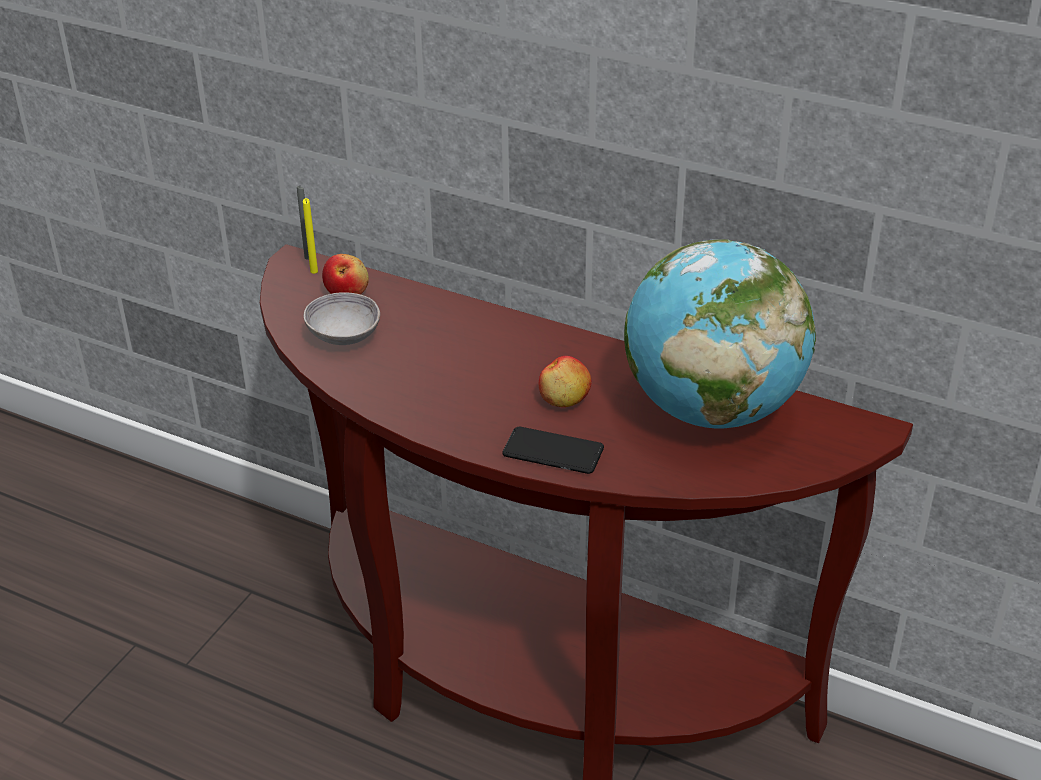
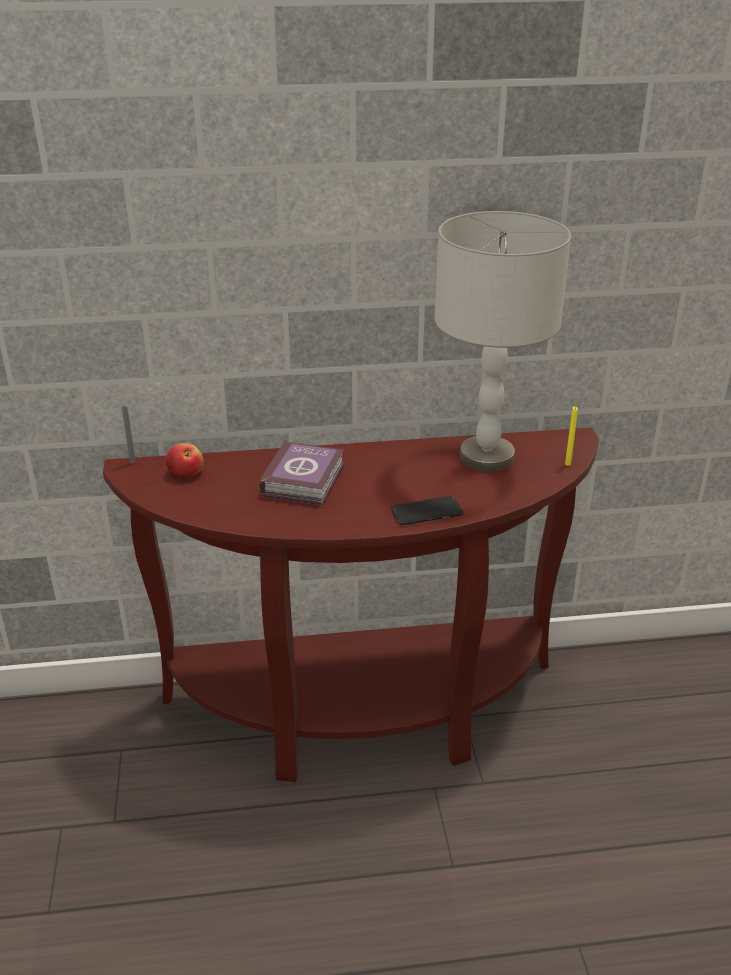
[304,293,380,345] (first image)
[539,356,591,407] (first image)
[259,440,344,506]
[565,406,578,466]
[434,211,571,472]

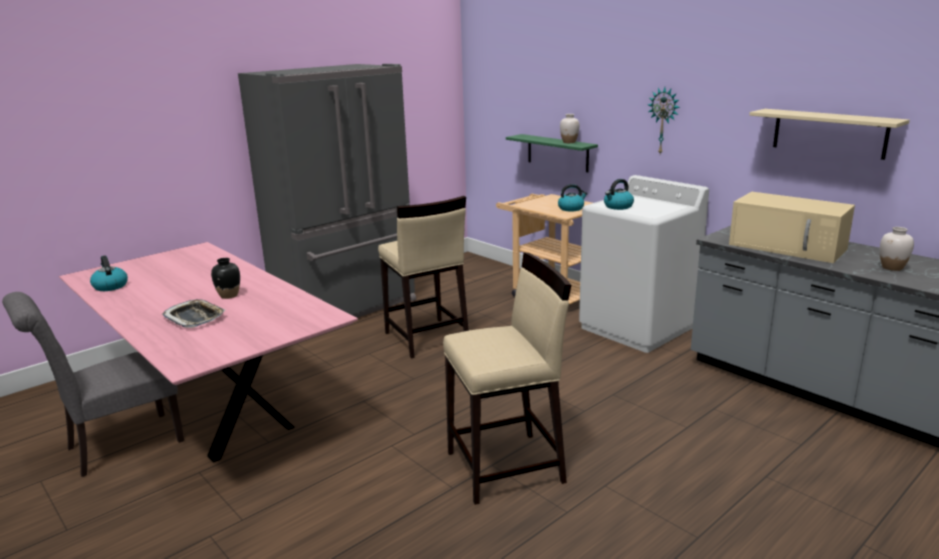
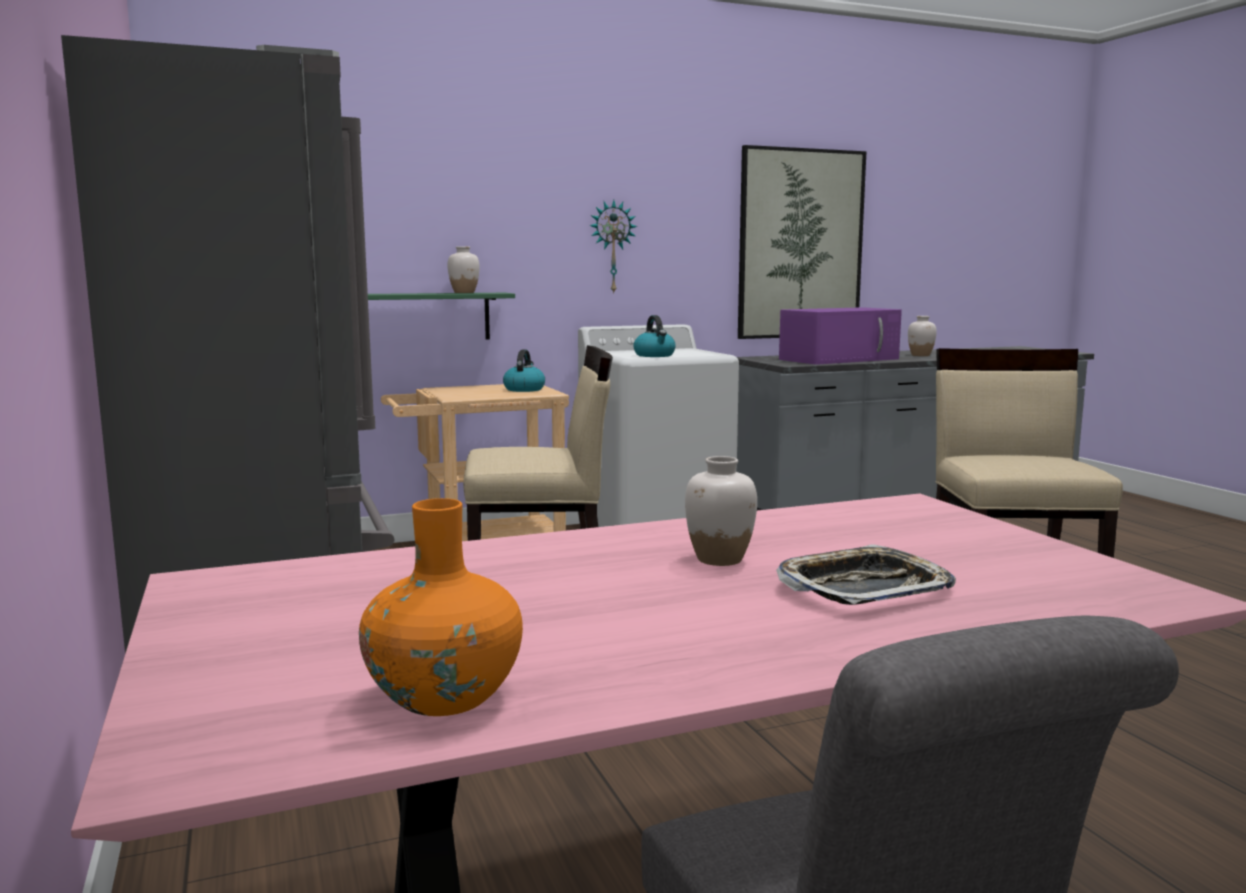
[359,498,523,716]
[738,145,866,339]
[685,456,757,566]
[779,307,902,365]

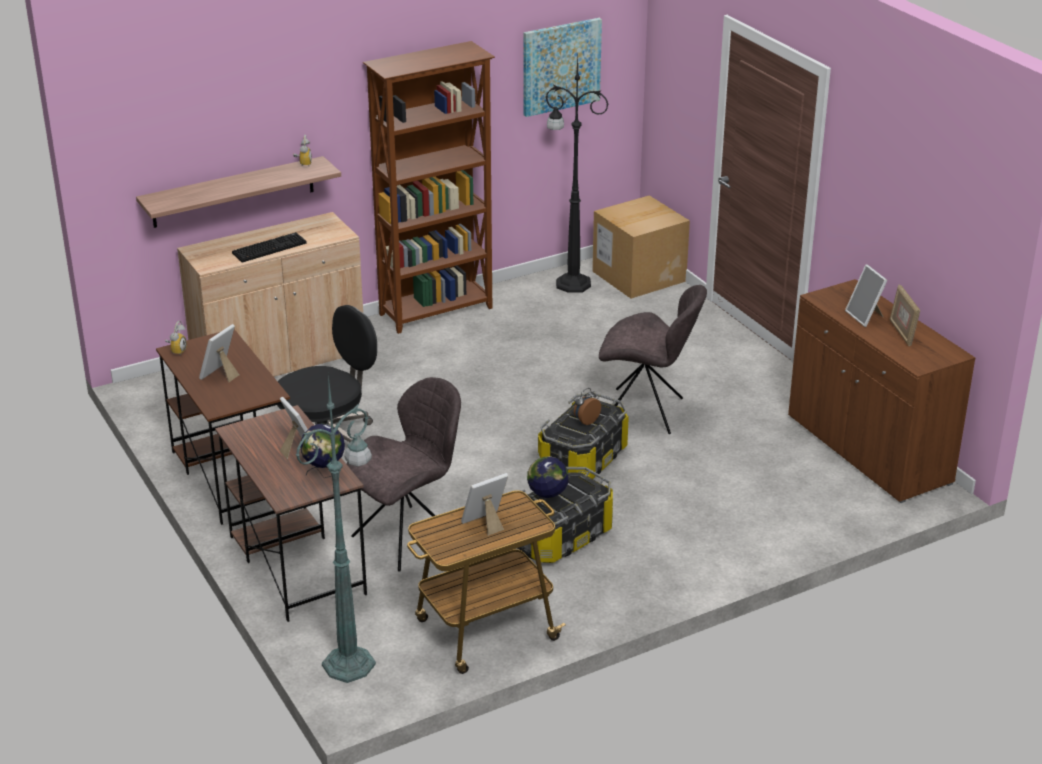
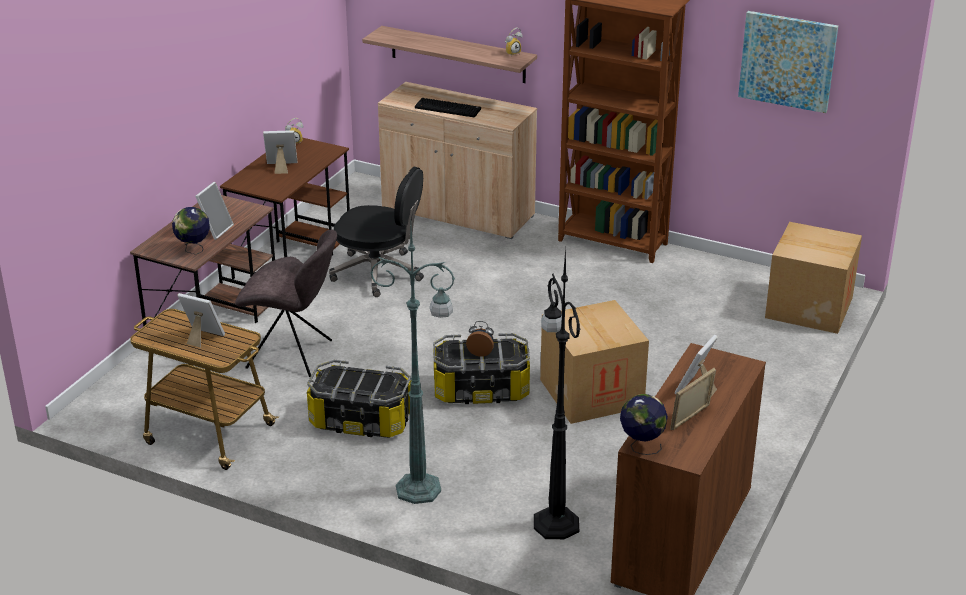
[370,226,455,504]
[620,394,668,455]
[534,248,580,539]
[540,300,649,424]

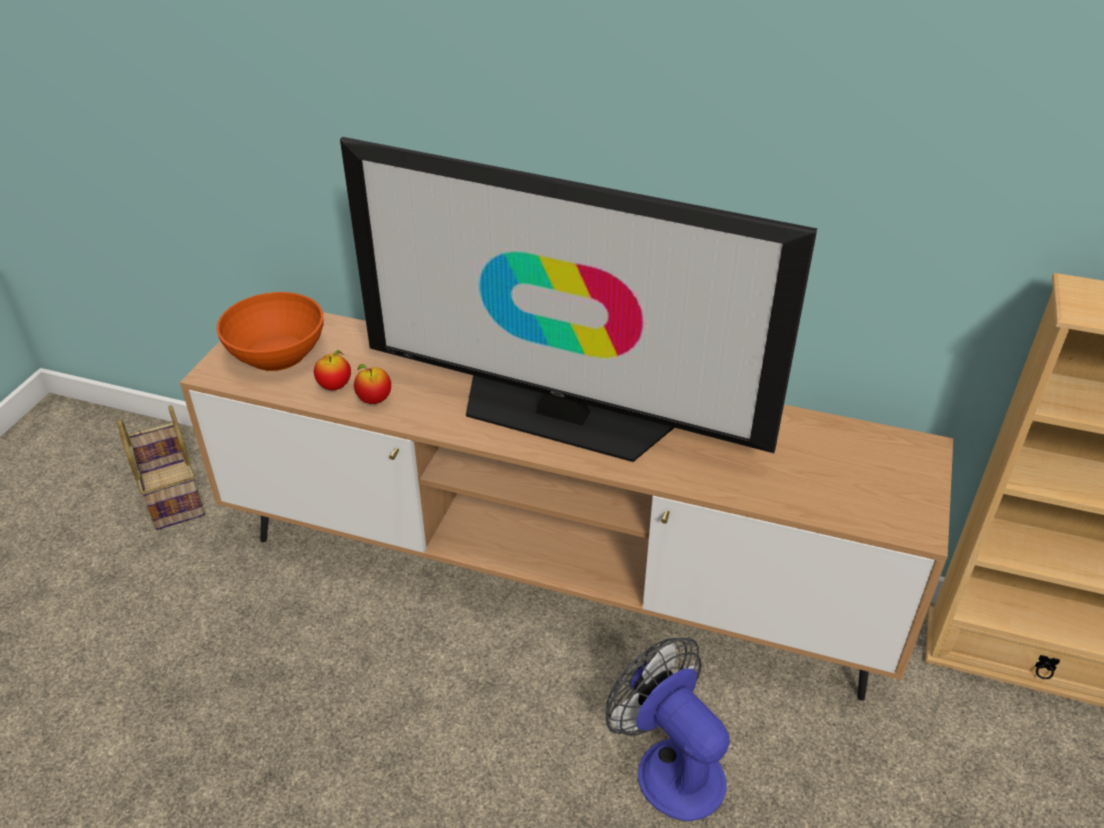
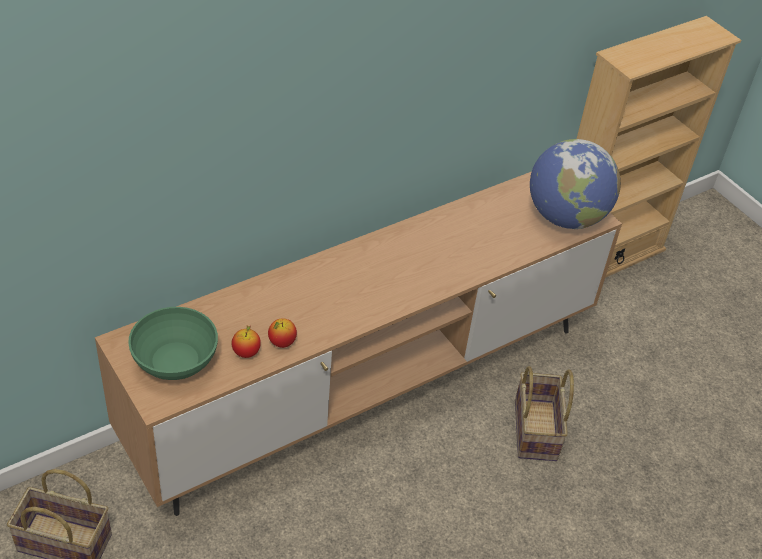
[340,137,817,462] (first image)
[530,139,621,229]
[515,366,574,461]
[128,307,218,380]

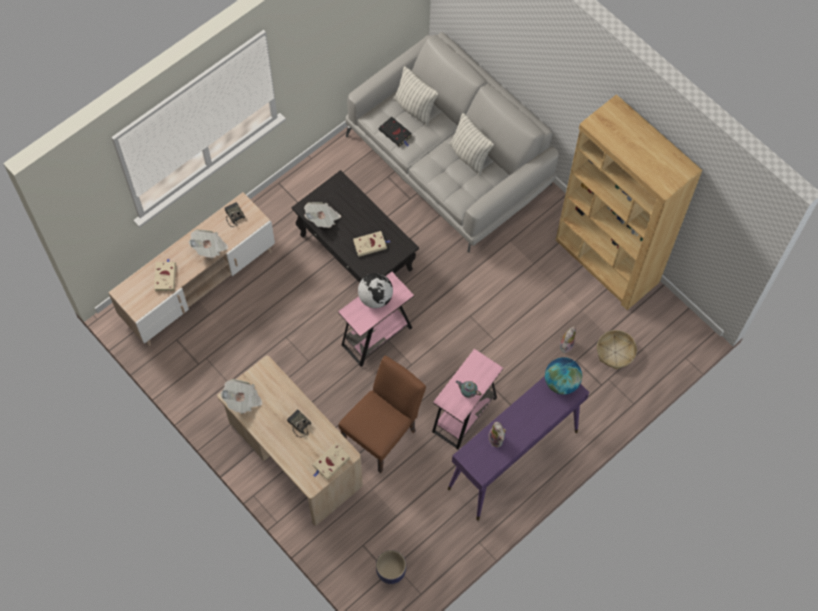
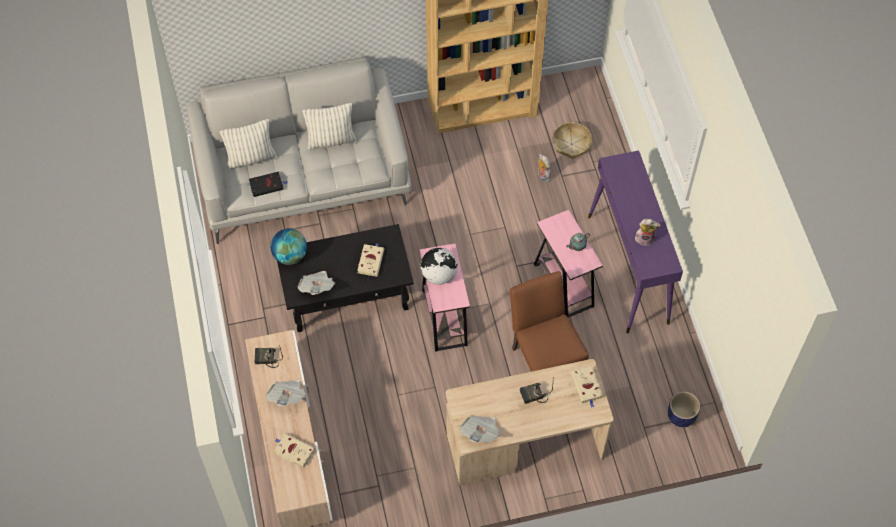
[271,228,307,265]

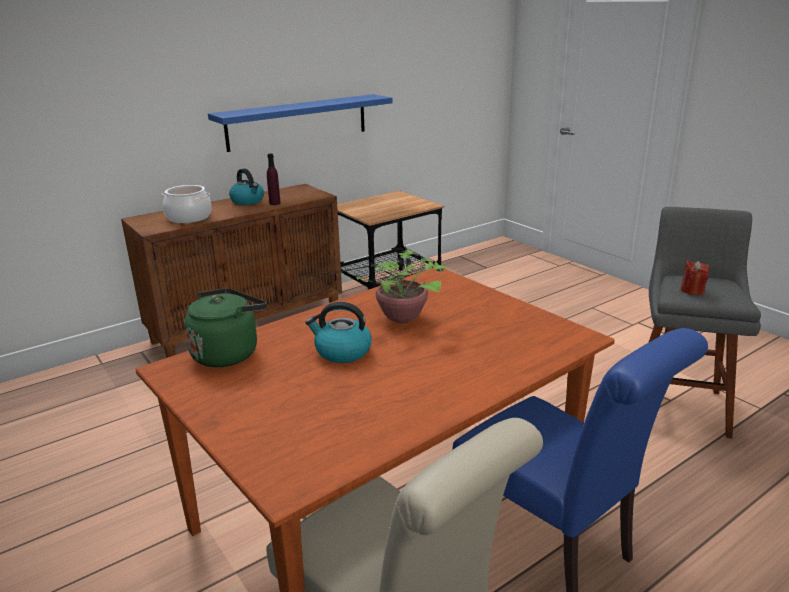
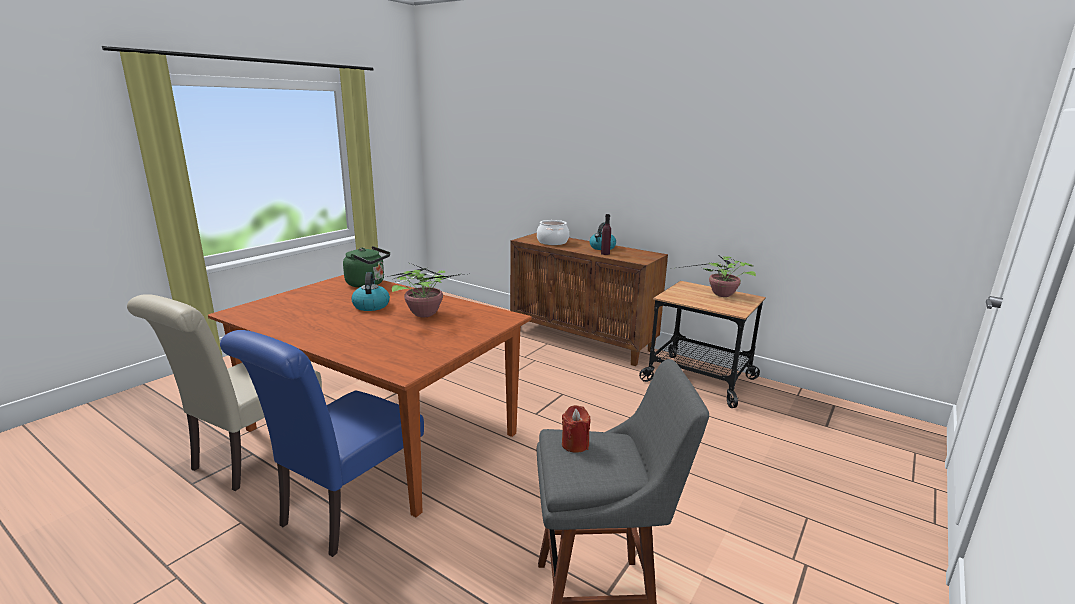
[208,94,393,152] (first image)
[671,256,756,297]

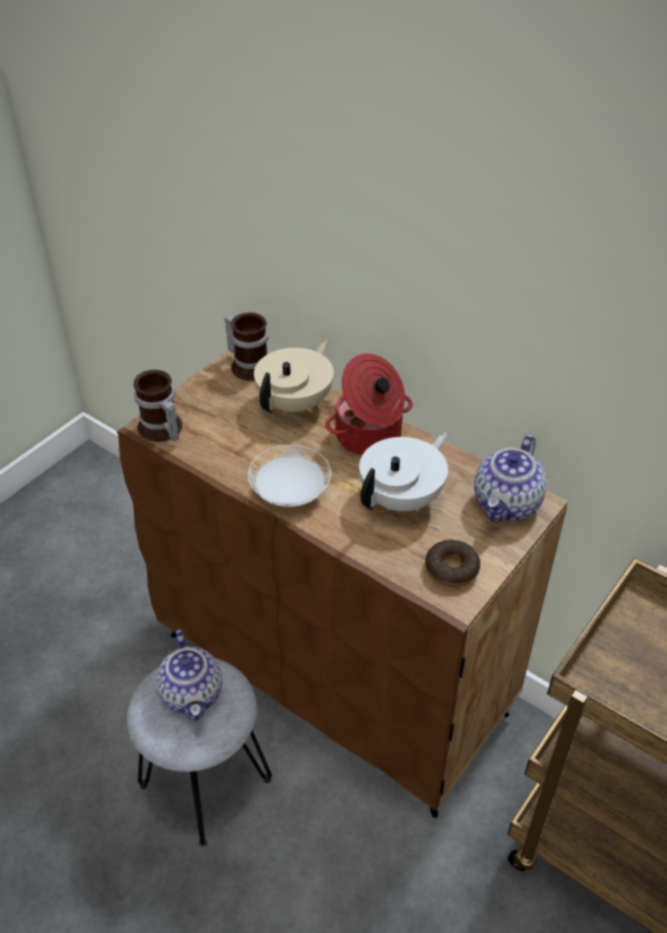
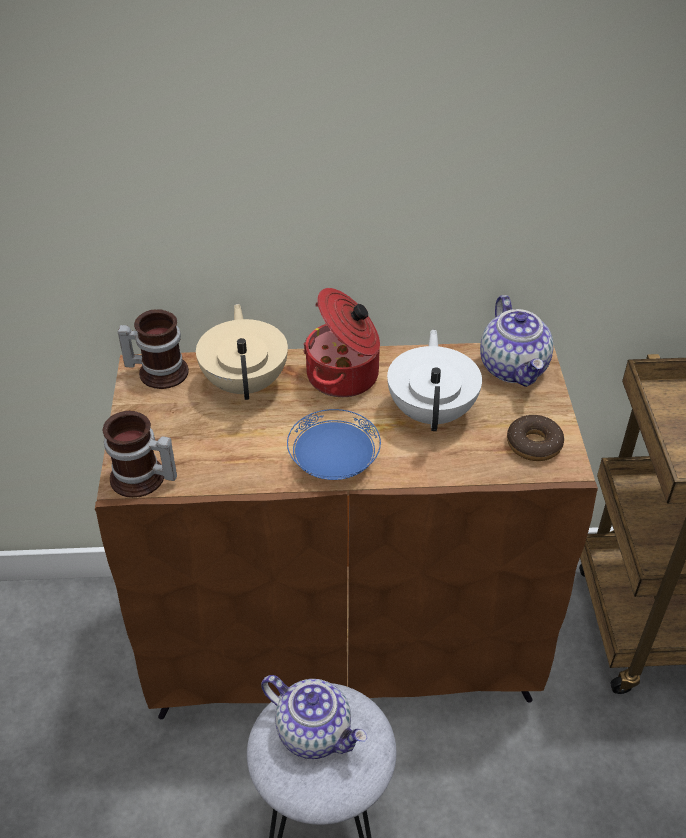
[287,409,381,480]

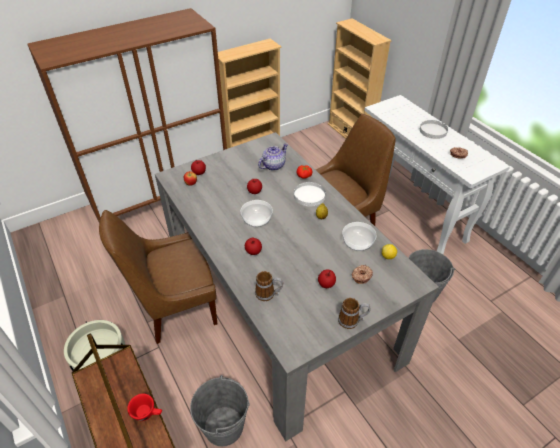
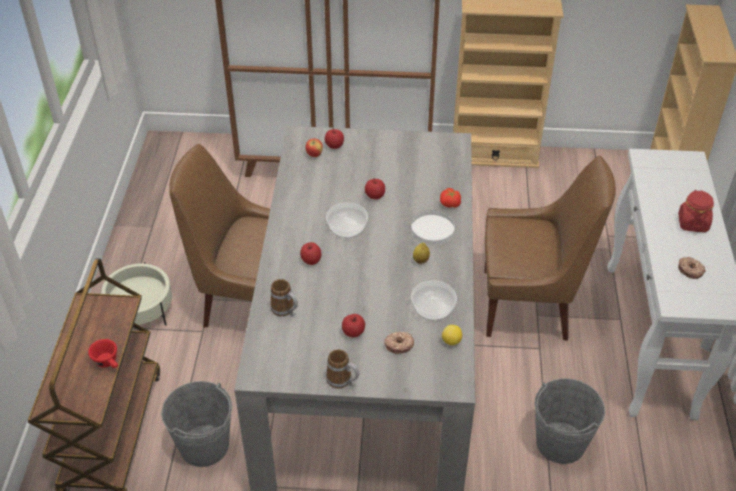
[258,143,288,171] (first image)
[678,190,714,232]

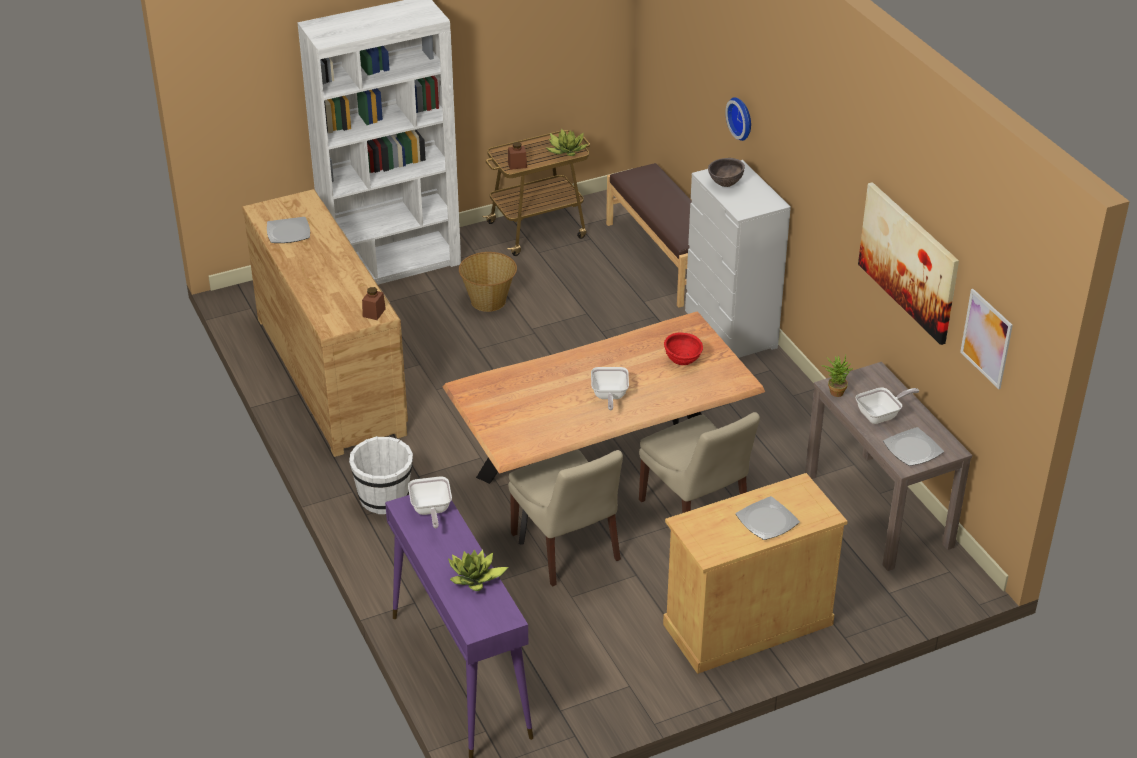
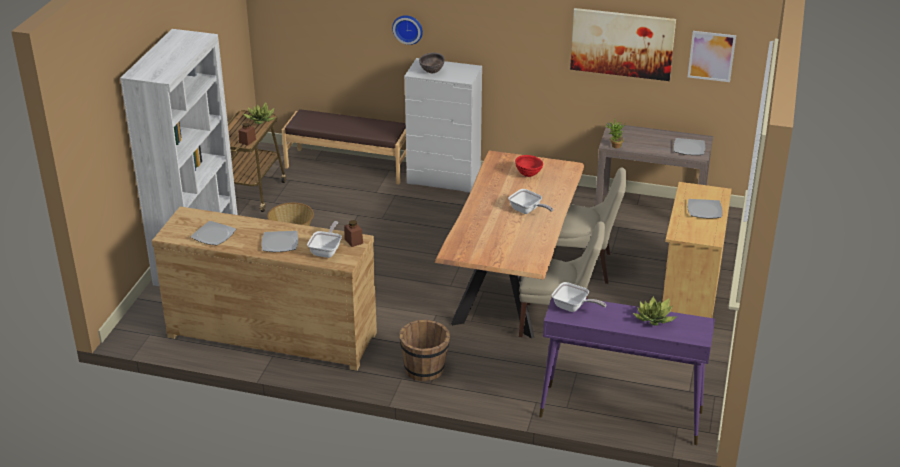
[262,231,298,252]
[307,221,342,258]
[399,320,450,381]

